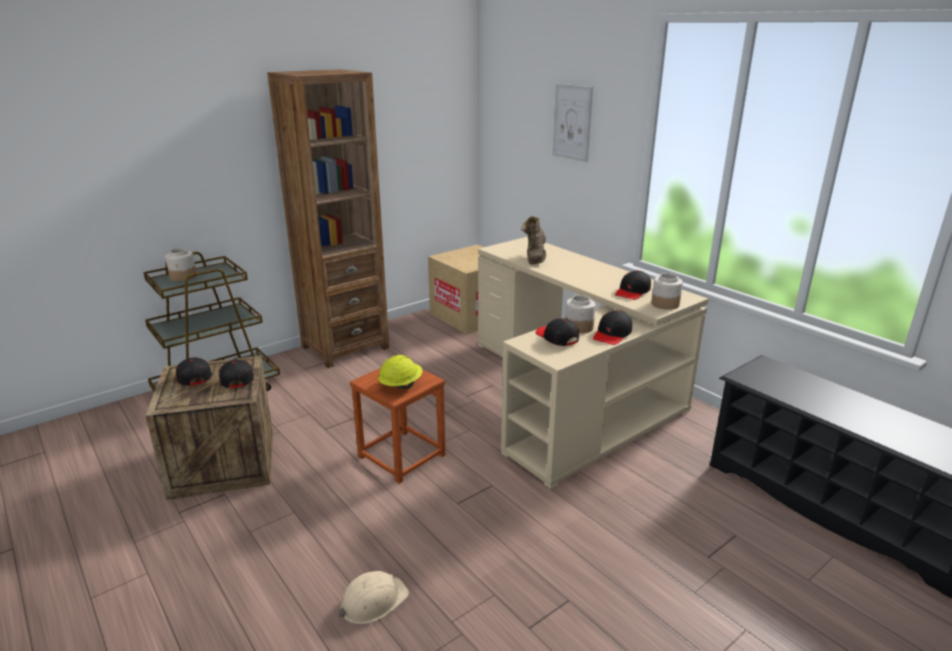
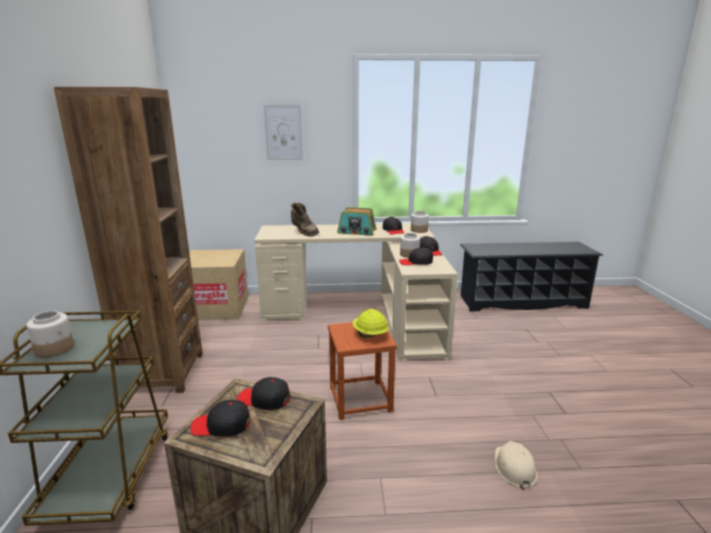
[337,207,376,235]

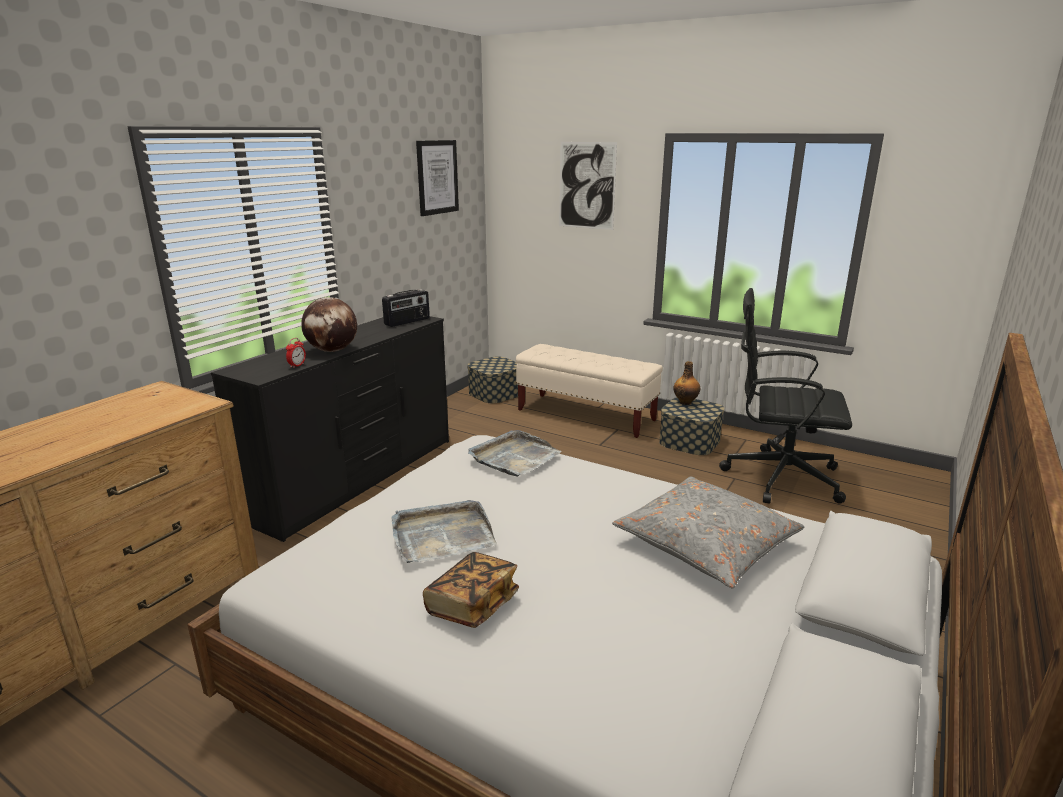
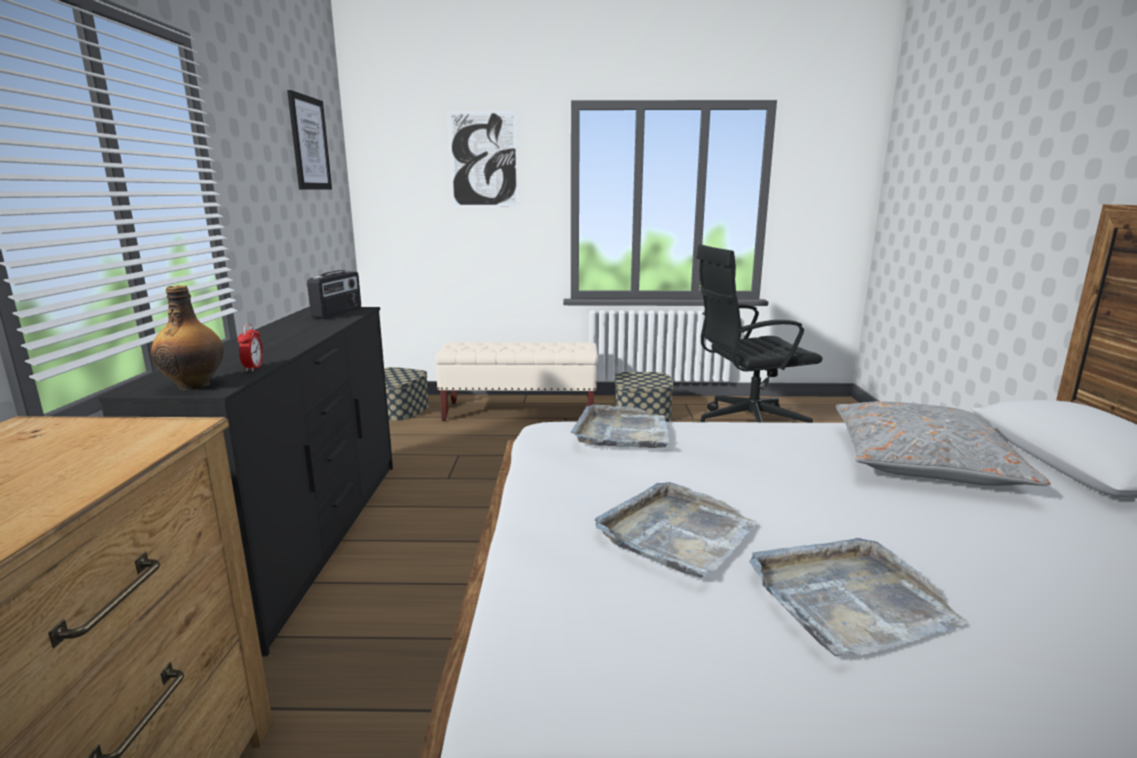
[301,297,357,352] (first image)
[151,285,224,390]
[749,538,968,656]

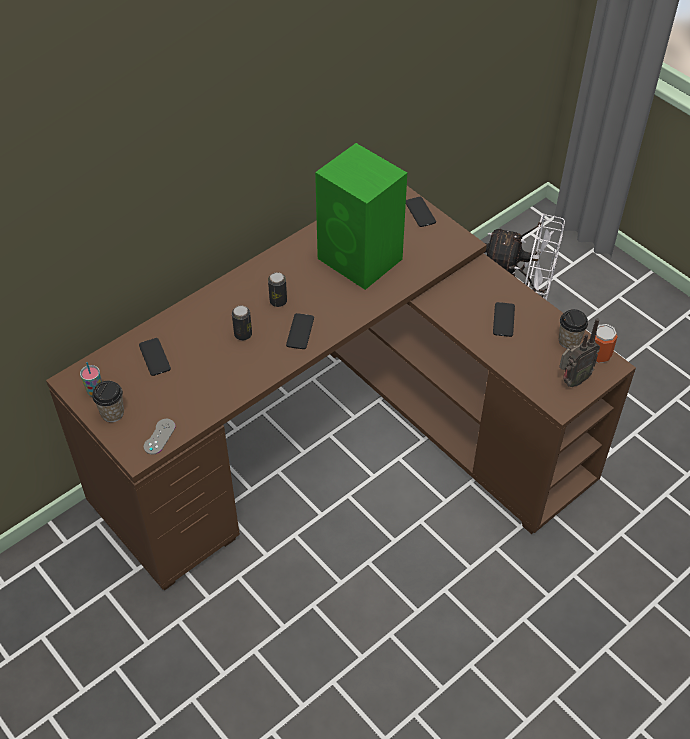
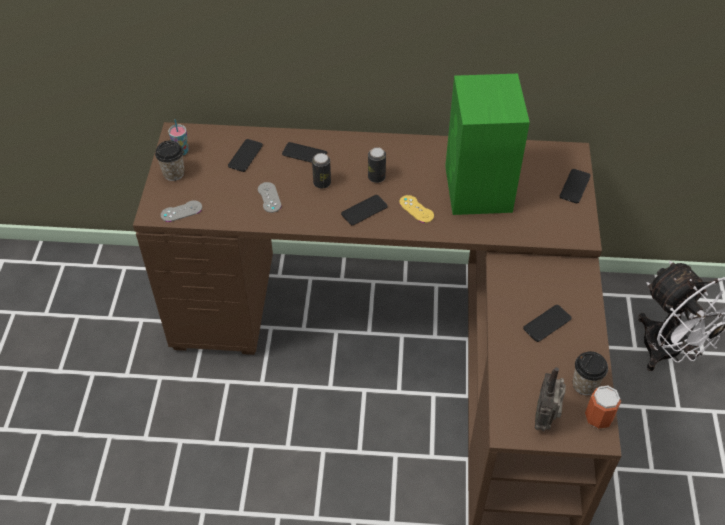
[258,182,281,213]
[282,142,327,163]
[399,195,434,223]
[535,367,566,431]

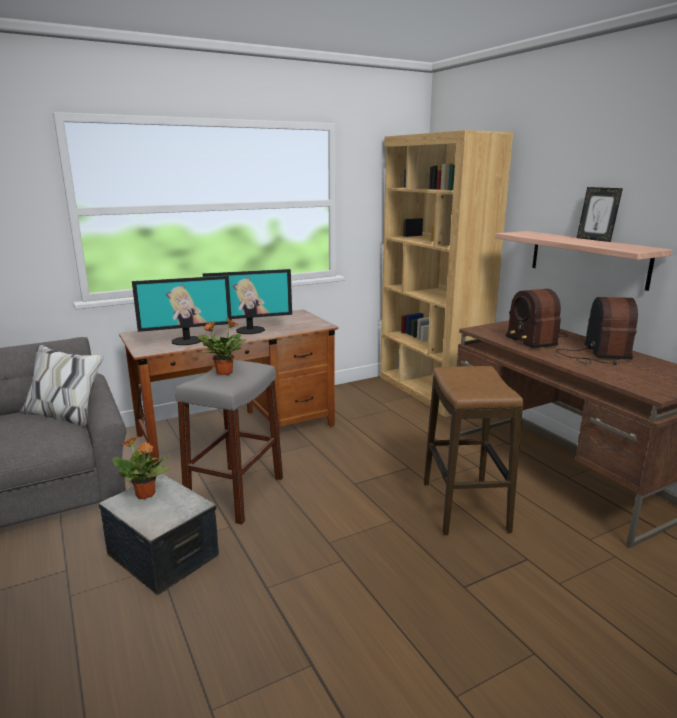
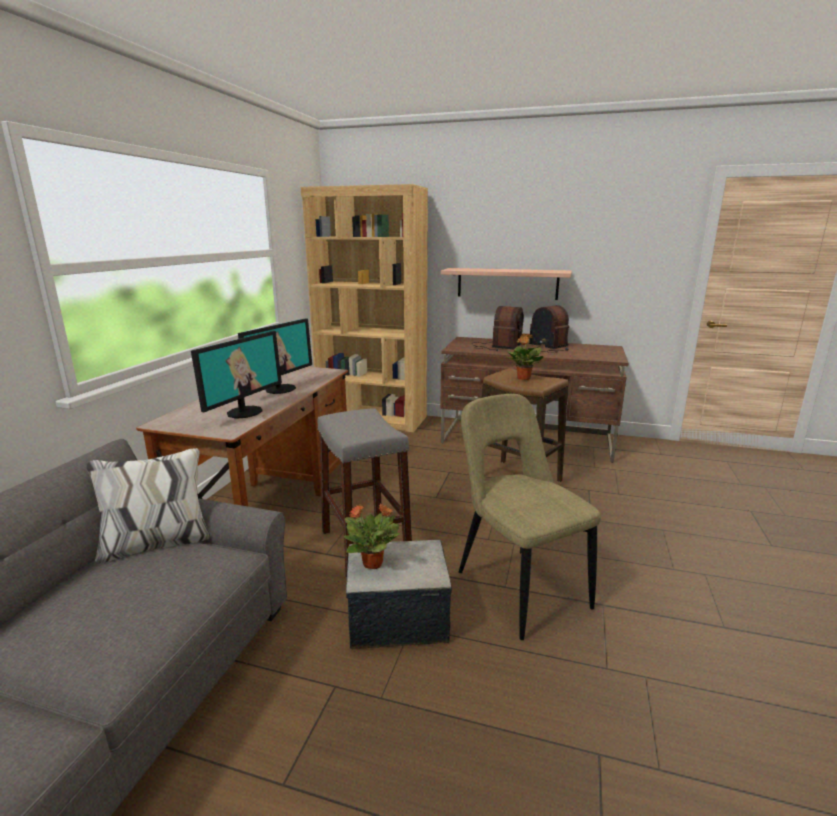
[577,187,623,242] (first image)
[459,394,601,640]
[507,333,544,380]
[472,306,524,351]

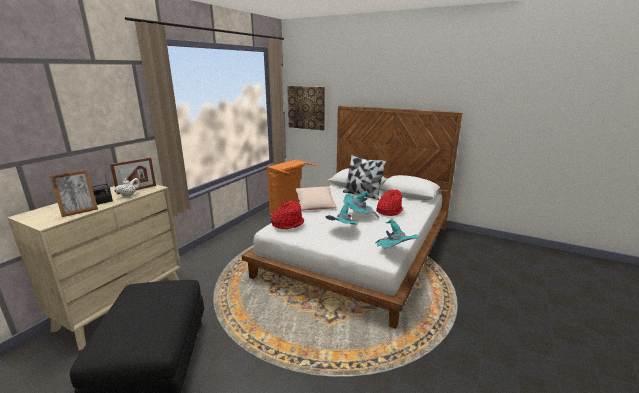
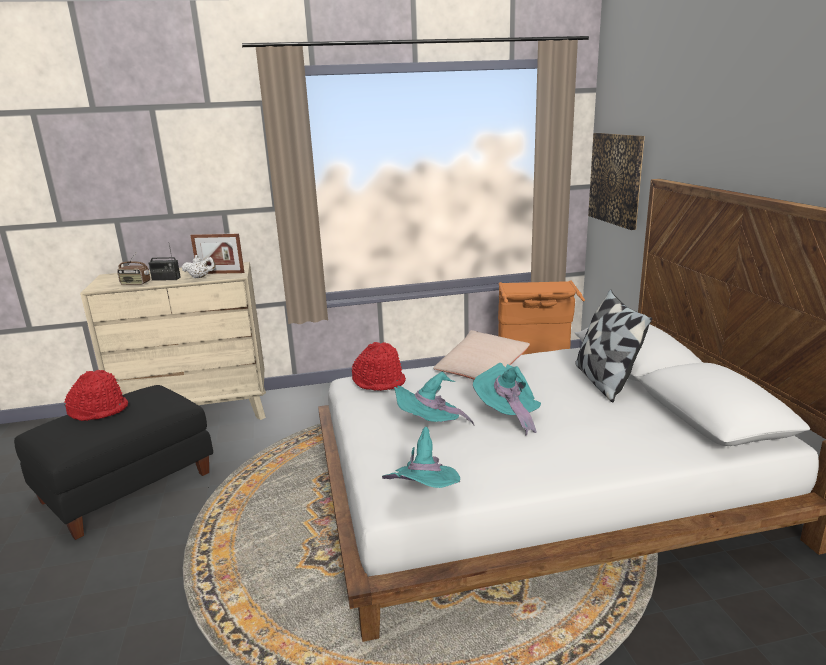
[64,370,128,421]
[117,253,150,285]

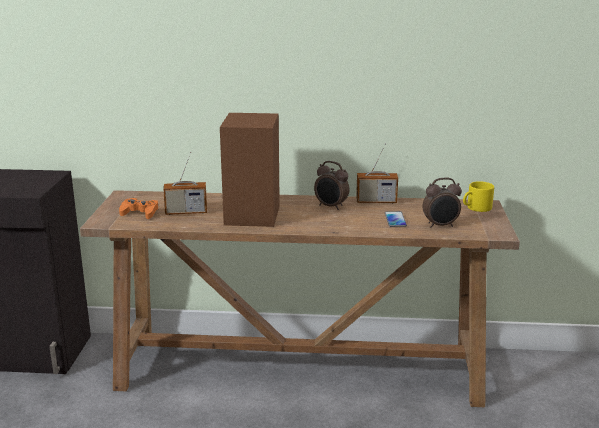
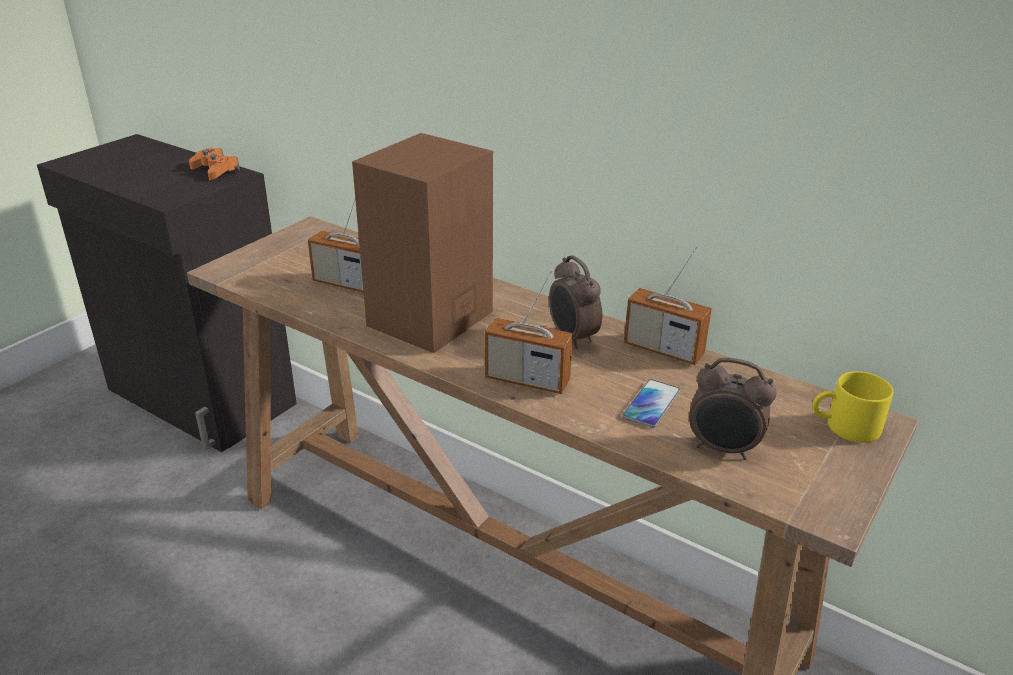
[485,270,573,394]
[189,148,240,180]

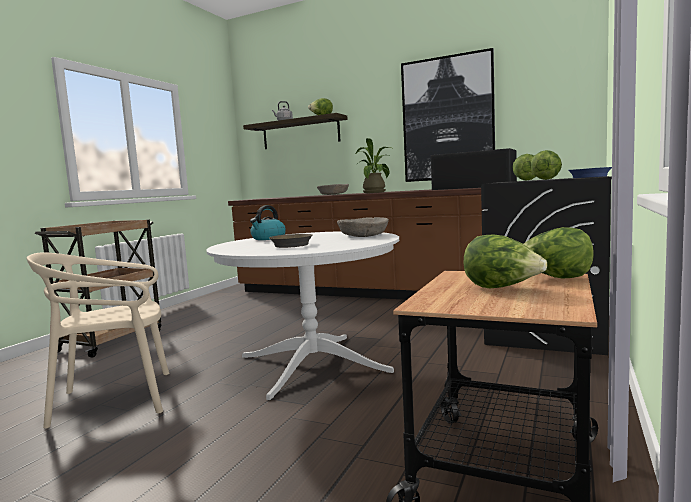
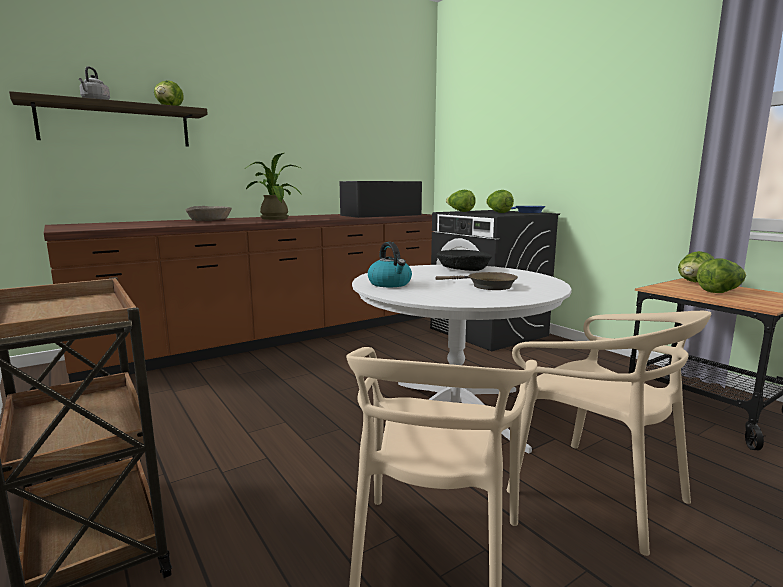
[401,48,495,182] (first image)
[507,311,711,556]
[436,250,492,271]

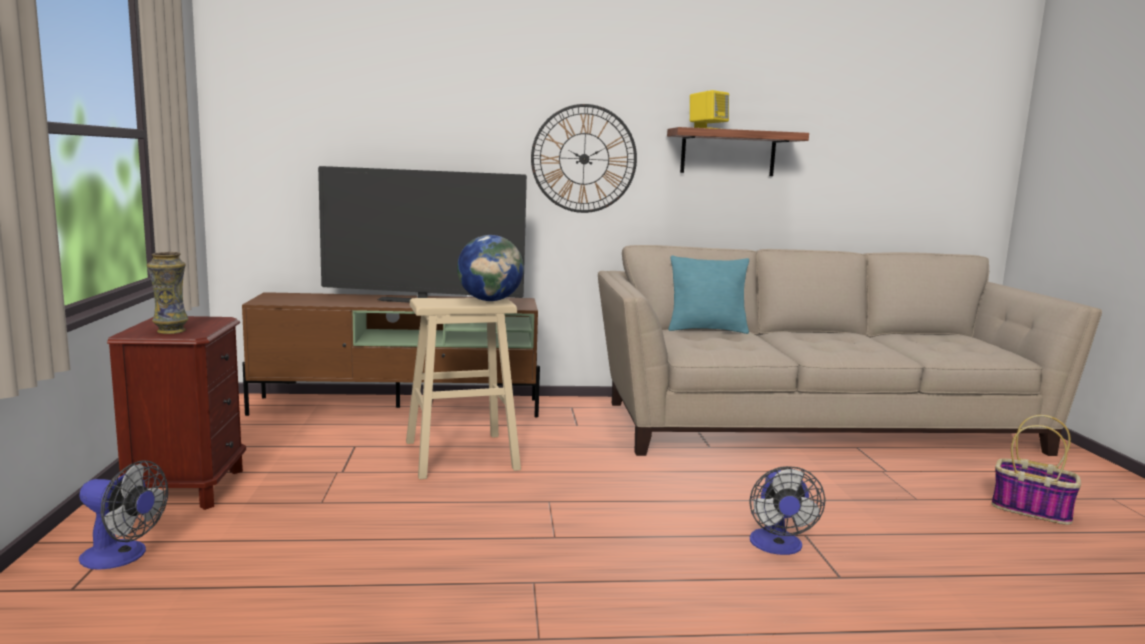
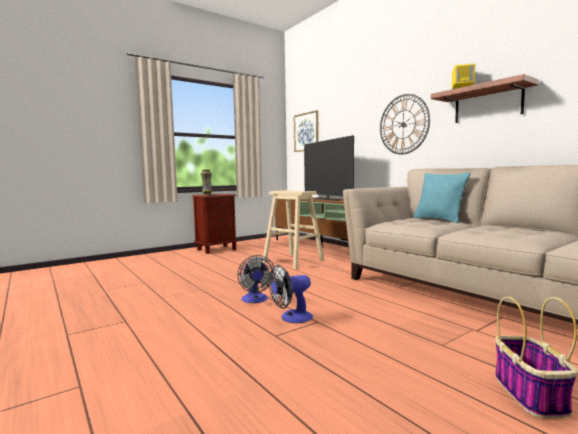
[457,235,524,301] (first image)
[294,110,319,152]
[237,255,275,303]

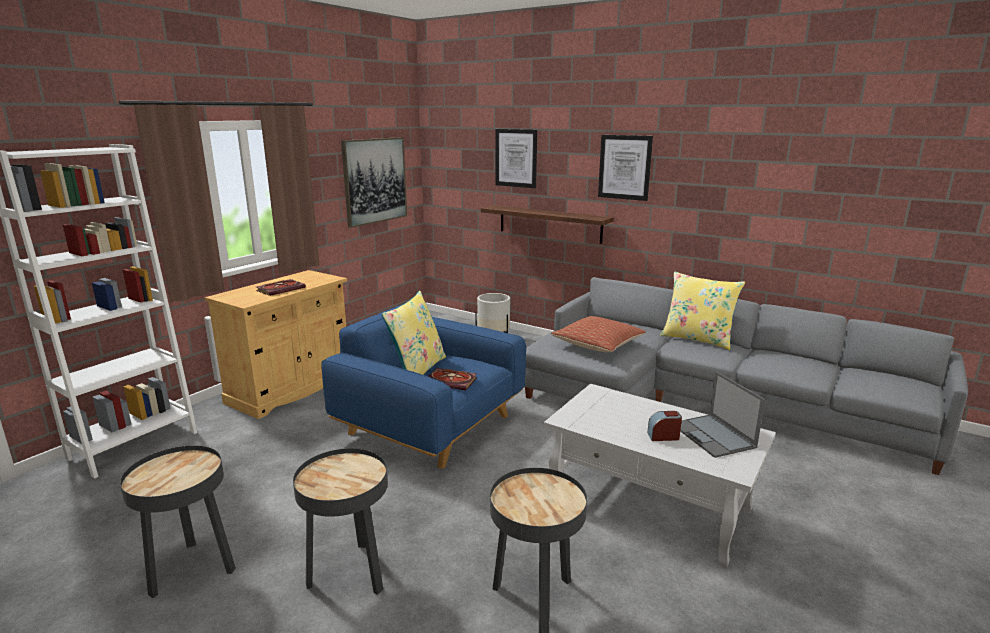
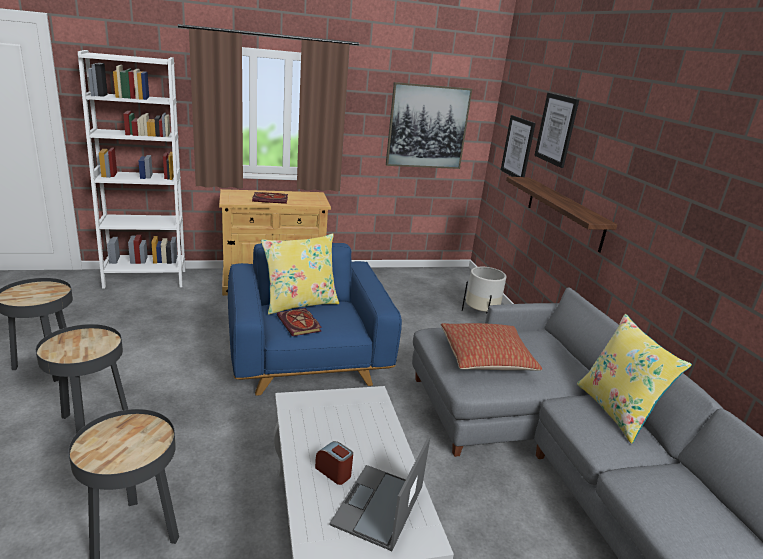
[501,115,536,177]

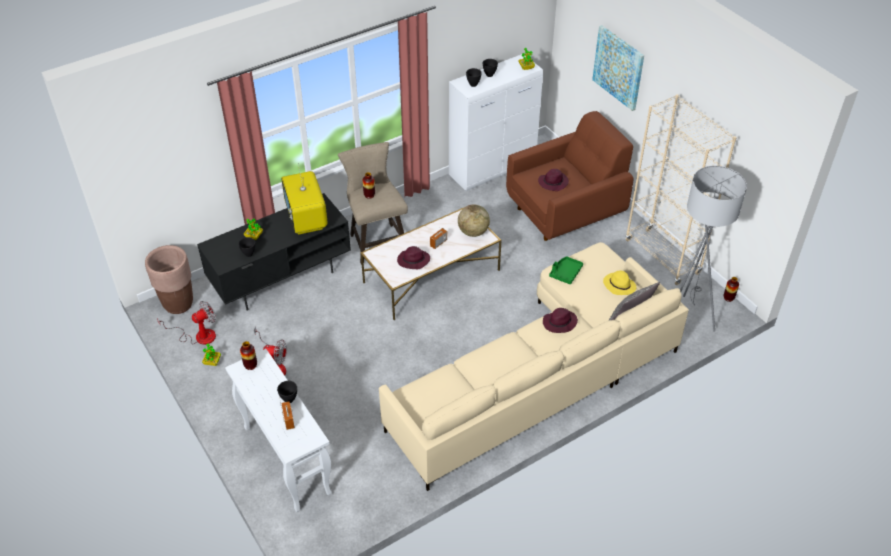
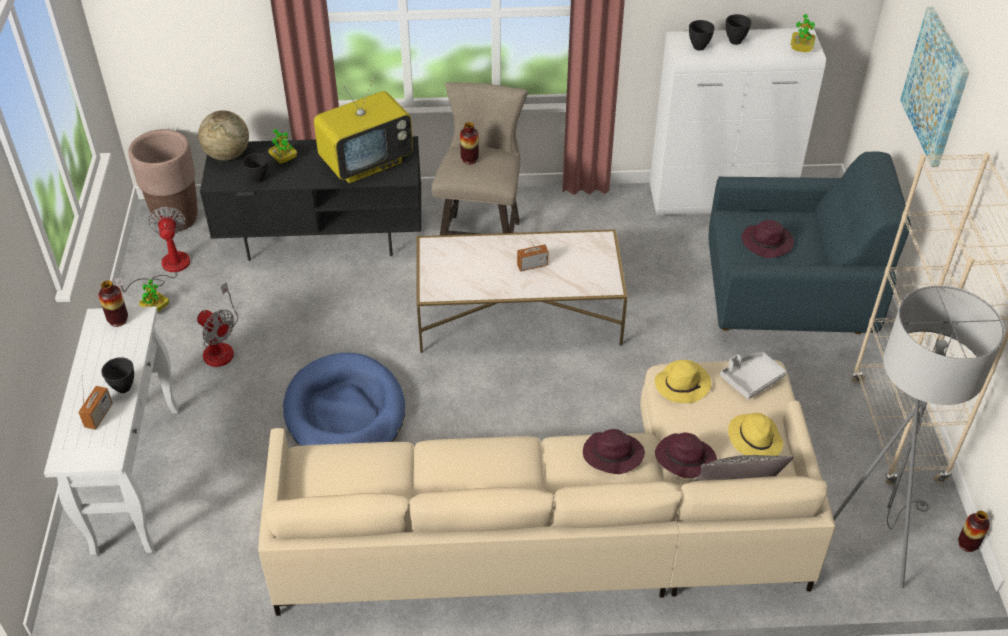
[283,353,405,446]
[720,352,787,399]
[655,433,717,478]
[198,110,249,161]
[655,360,711,403]
[709,151,911,334]
[114,206,190,292]
[314,76,413,183]

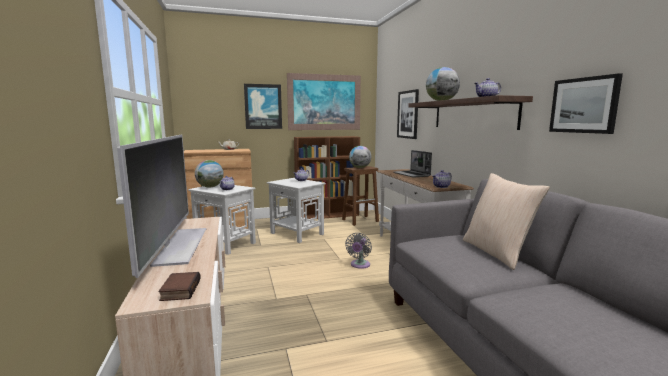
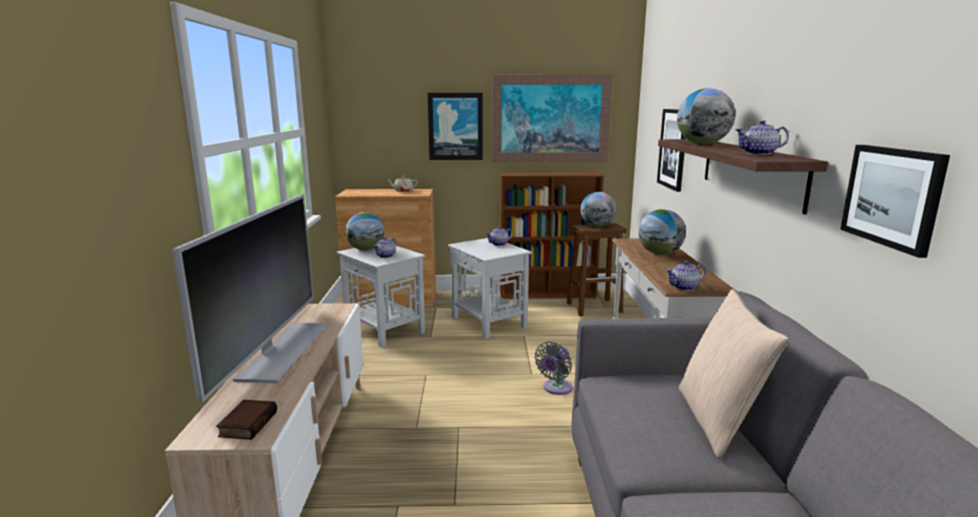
[638,209,686,255]

